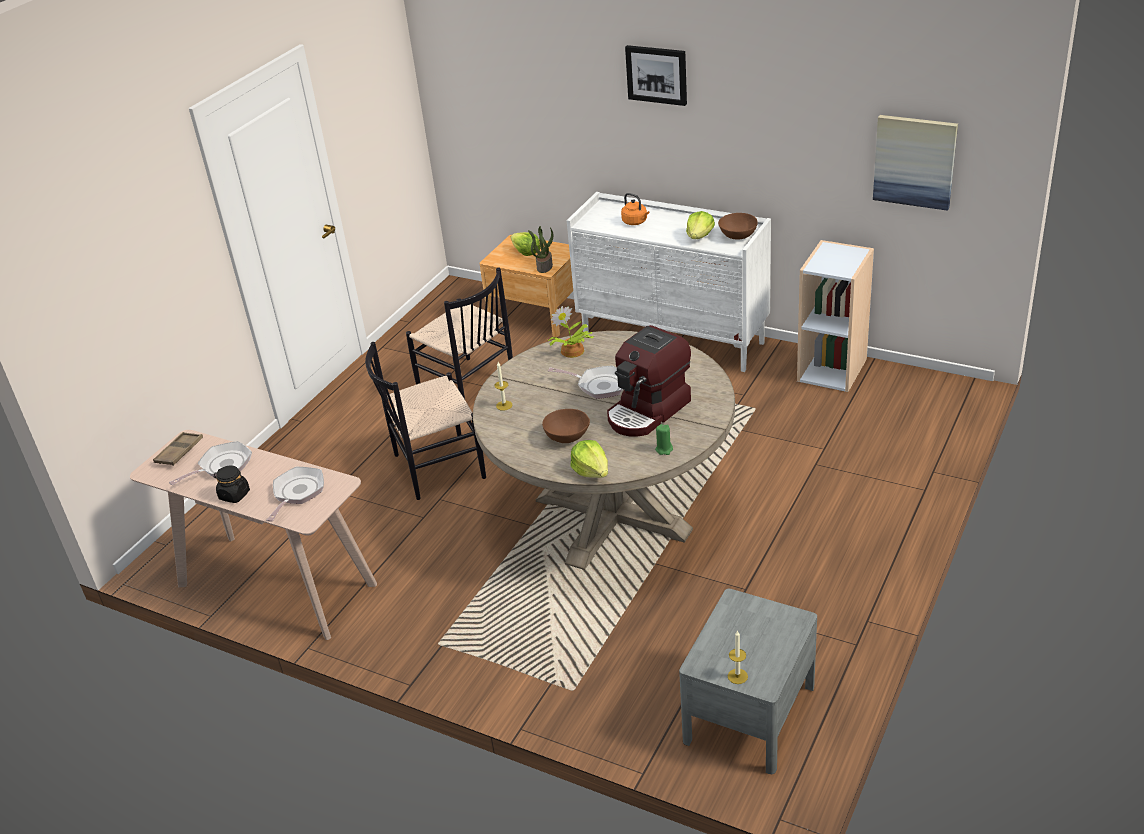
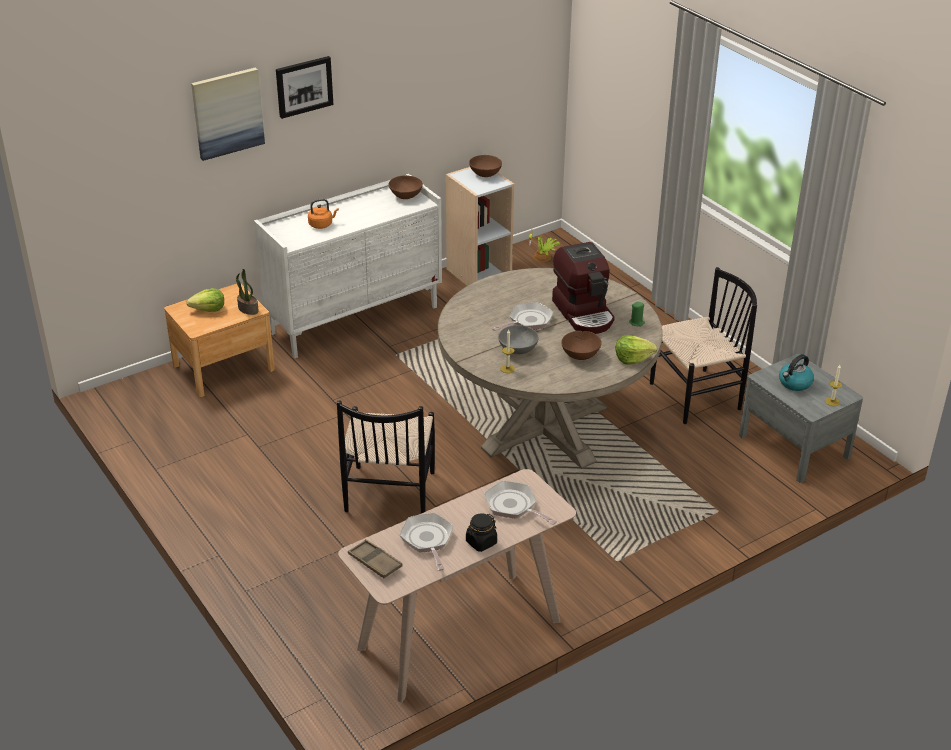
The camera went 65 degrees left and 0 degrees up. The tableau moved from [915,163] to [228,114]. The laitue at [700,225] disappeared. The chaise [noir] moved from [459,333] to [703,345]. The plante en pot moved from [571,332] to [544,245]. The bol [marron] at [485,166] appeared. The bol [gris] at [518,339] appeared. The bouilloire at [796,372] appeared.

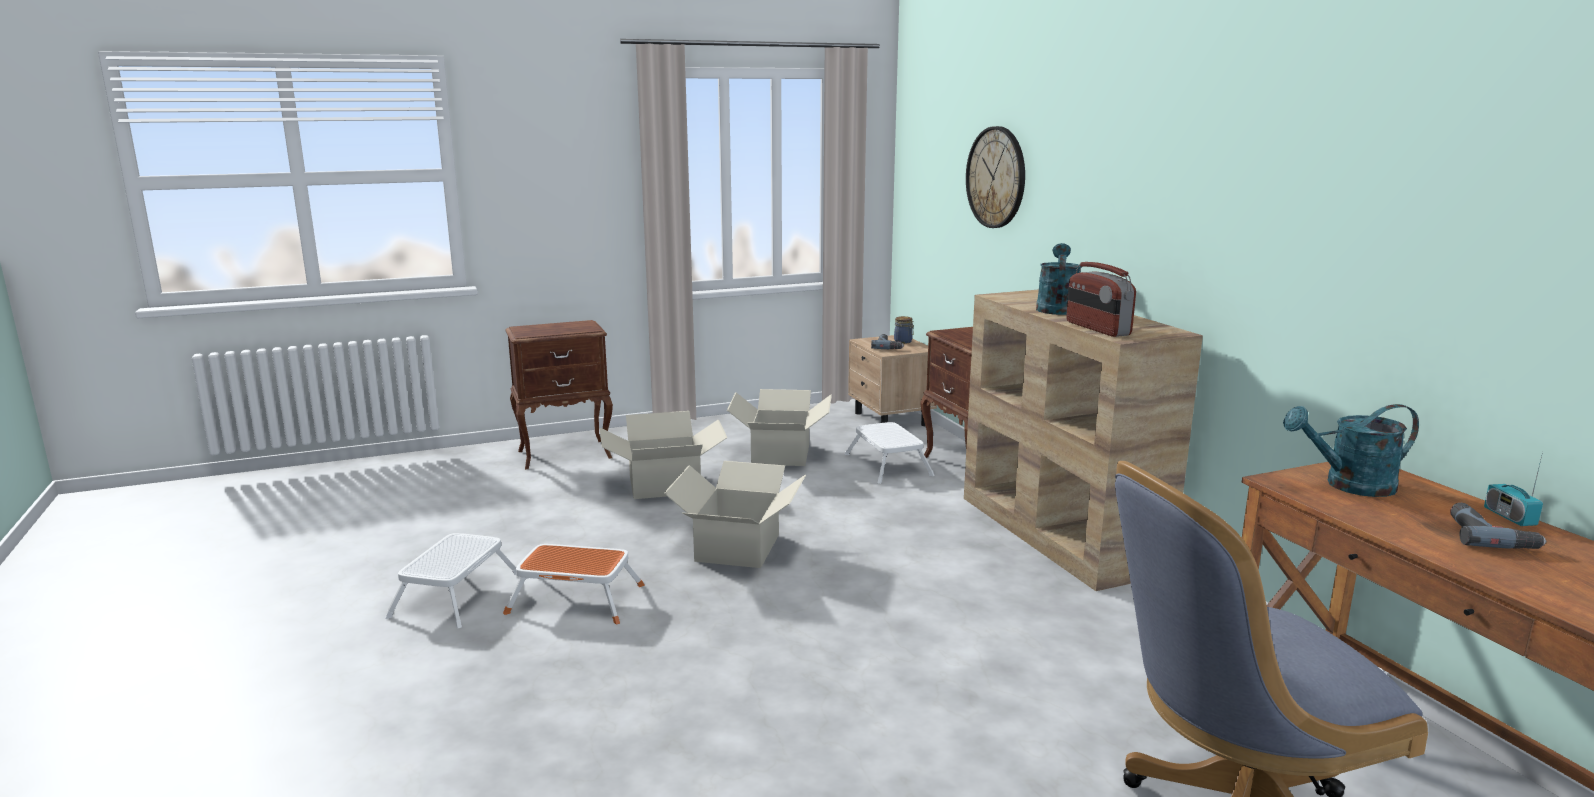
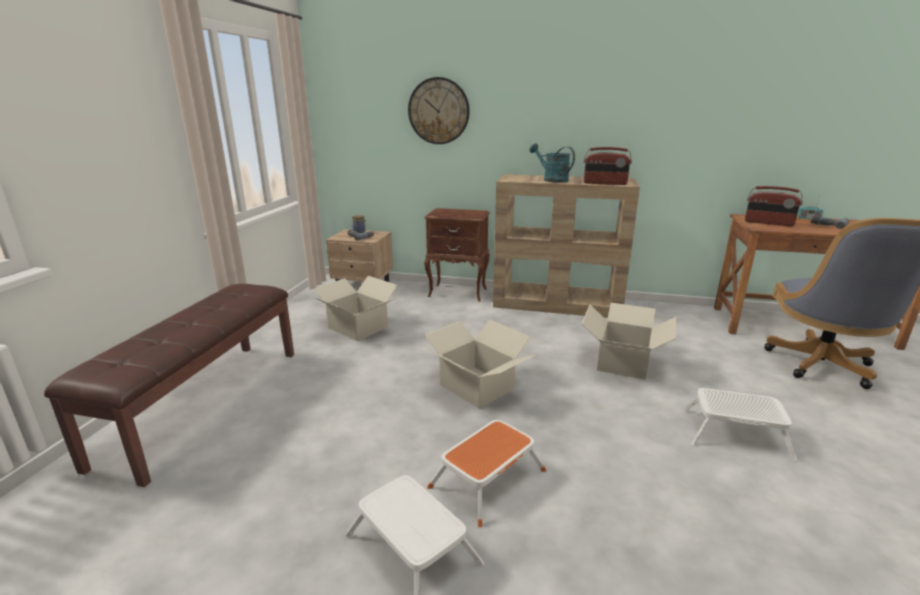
The camera went 55 degrees left and 5 degrees up. The table de chevet [marron] at [559,395] was replaced by the banc [marron] at [169,385]. The arrosoir [turquoise] at [1351,450] was replaced by the radio at [774,206]. The carton moved from [663,455] to [628,341]. The escabeau [blanc] moved from [889,453] to [740,425].

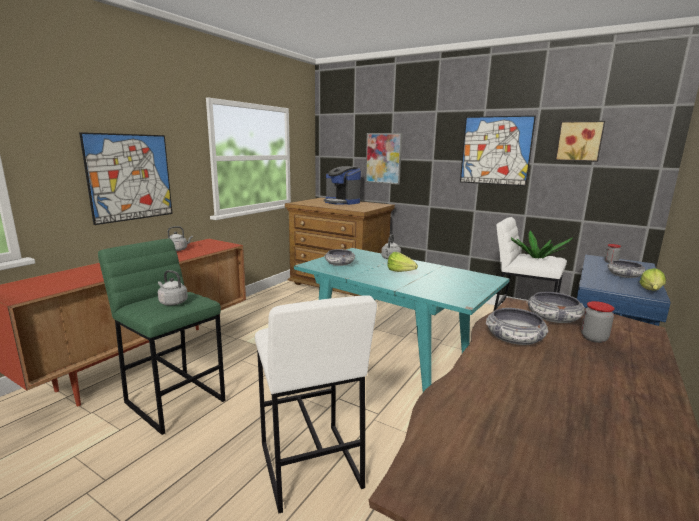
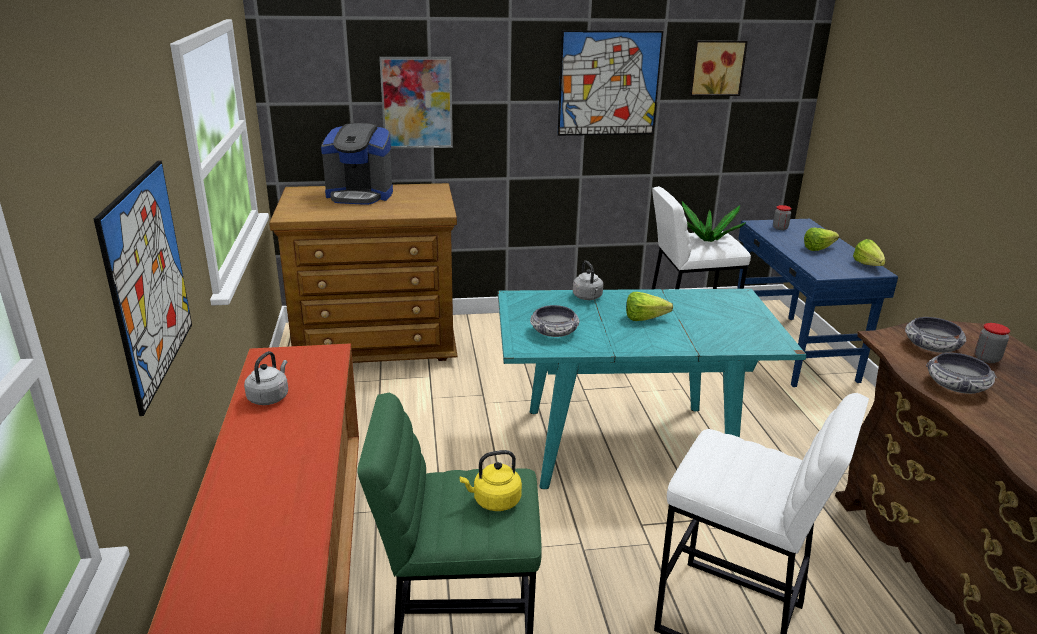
The camera went 40 degrees left and 10 degrees up. The bol at [626,269] was replaced by the laitue at [821,239]. The bouilloire [gris] at [173,288] became the bouilloire [jaune] at [490,480].

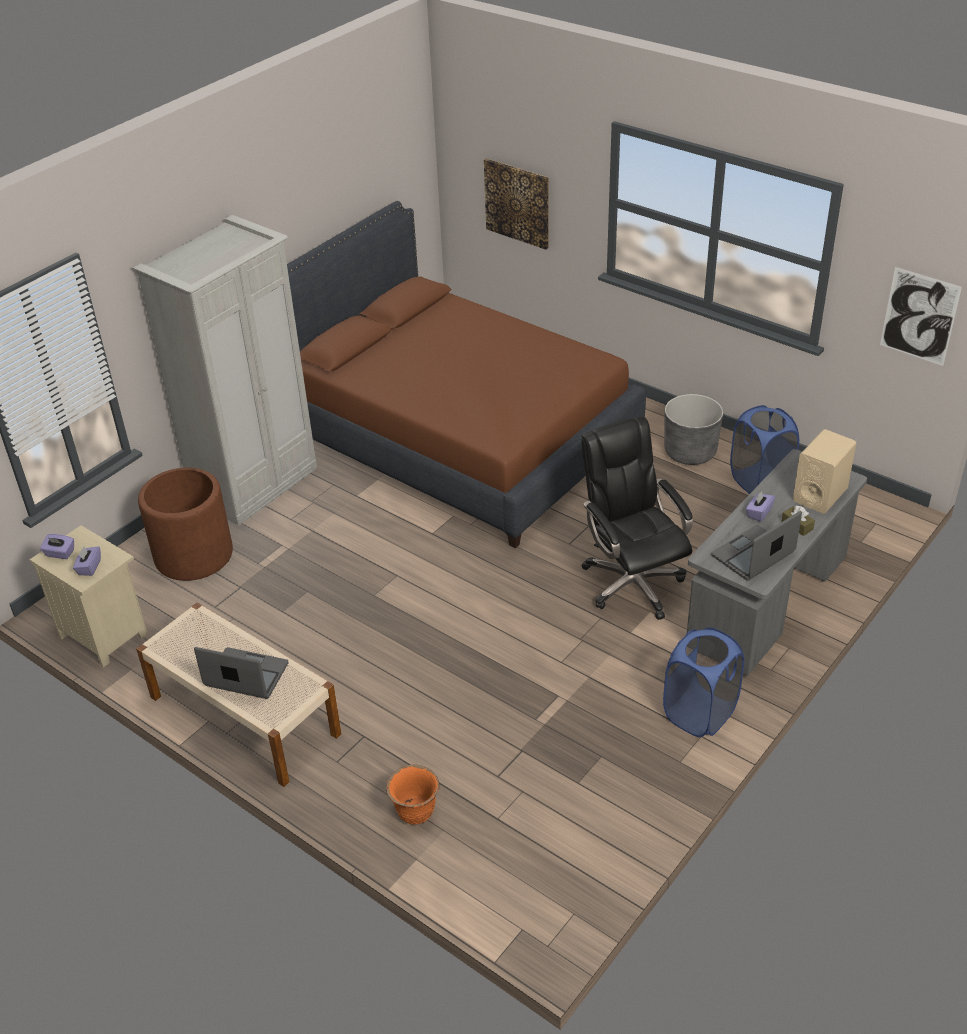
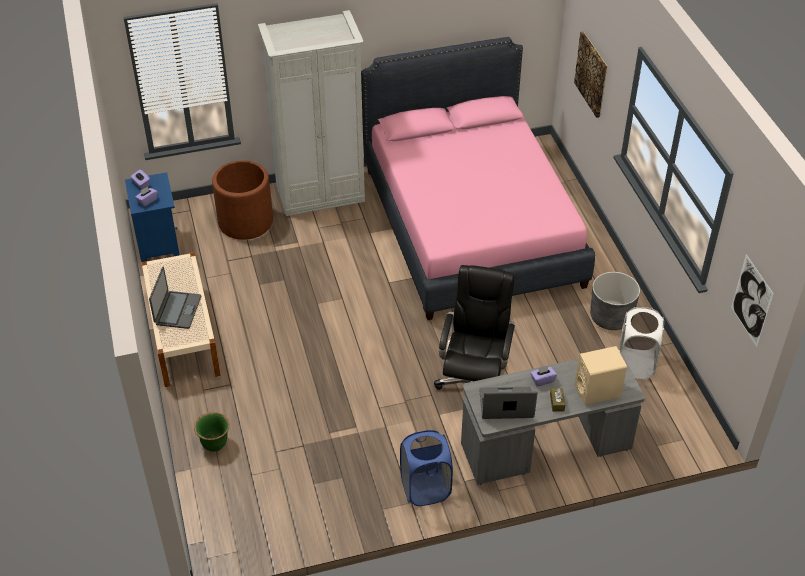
The camera went 35 degrees right and 5 degrees up. The lit [marron] at [466,374] became the lit [rose] at [478,178]. The panier à linge [bleu] at [764,449] became the panier à linge [blanc] at [641,343]. The table de chevet [beige] at [88,596] became the table de chevet [bleu] at [152,217]. The ordinateur portable at [241,673] turned 45 degrees clockwise. The cache-pot [orange] at [413,794] became the cache-pot [vert] at [211,432].

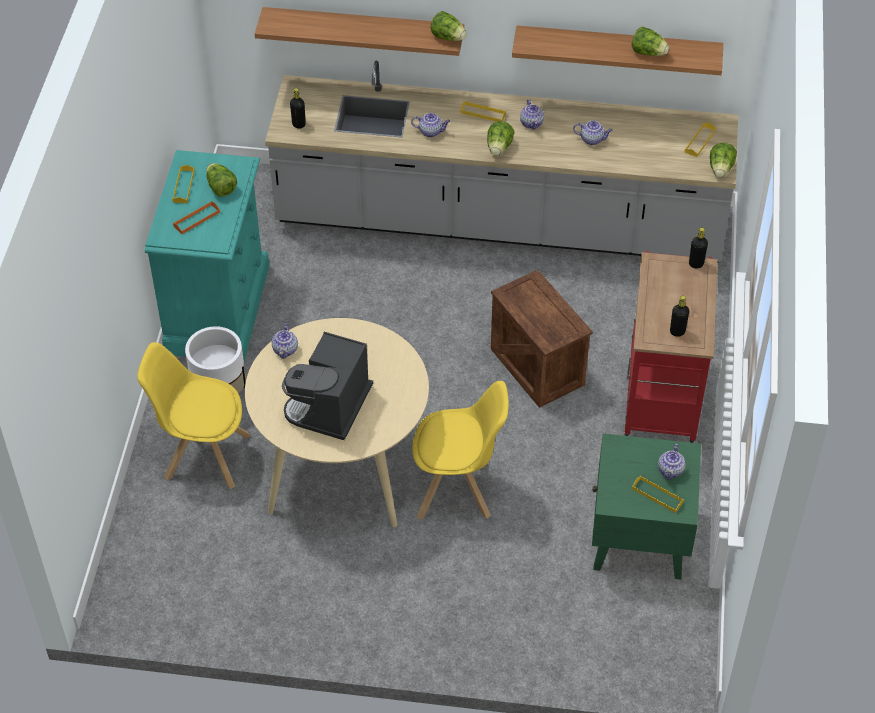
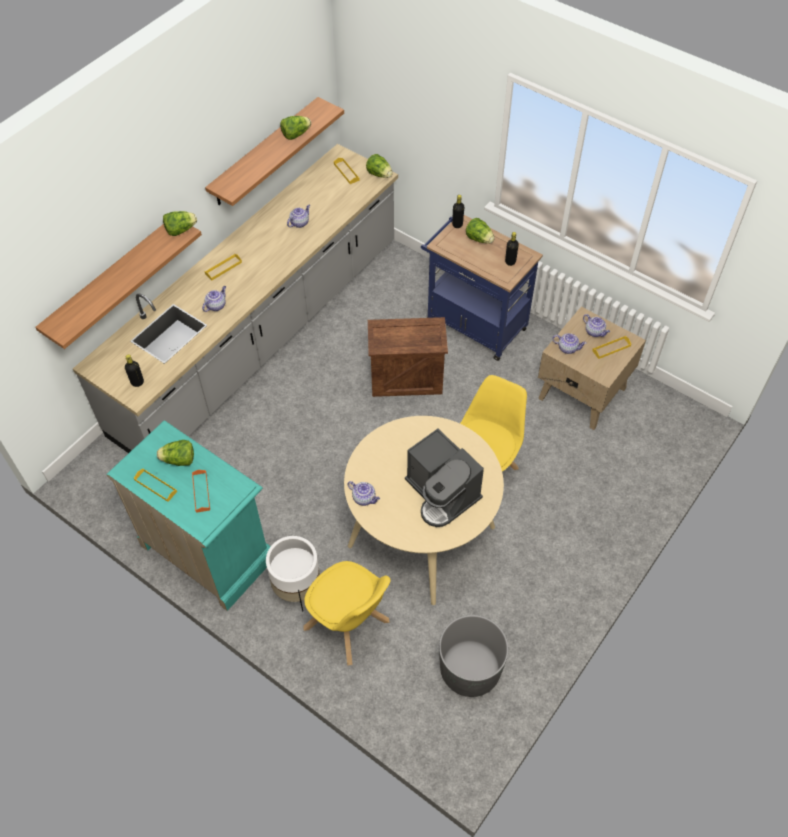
The camera went 60 degrees left and 5 degrees up. The théière moved from [532,114] to [569,343]. The laitue moved from [501,138] to [480,231]. The chariot [rouge] at [671,347] became the chariot [bleu] at [482,288]. The chaise [jaune] at [194,415] turned 90 degrees counterclockwise. The table de chevet [vert] at [646,507] became the table de chevet [beige] at [592,368]. The cache-pot [gris] at [473,656] appeared.

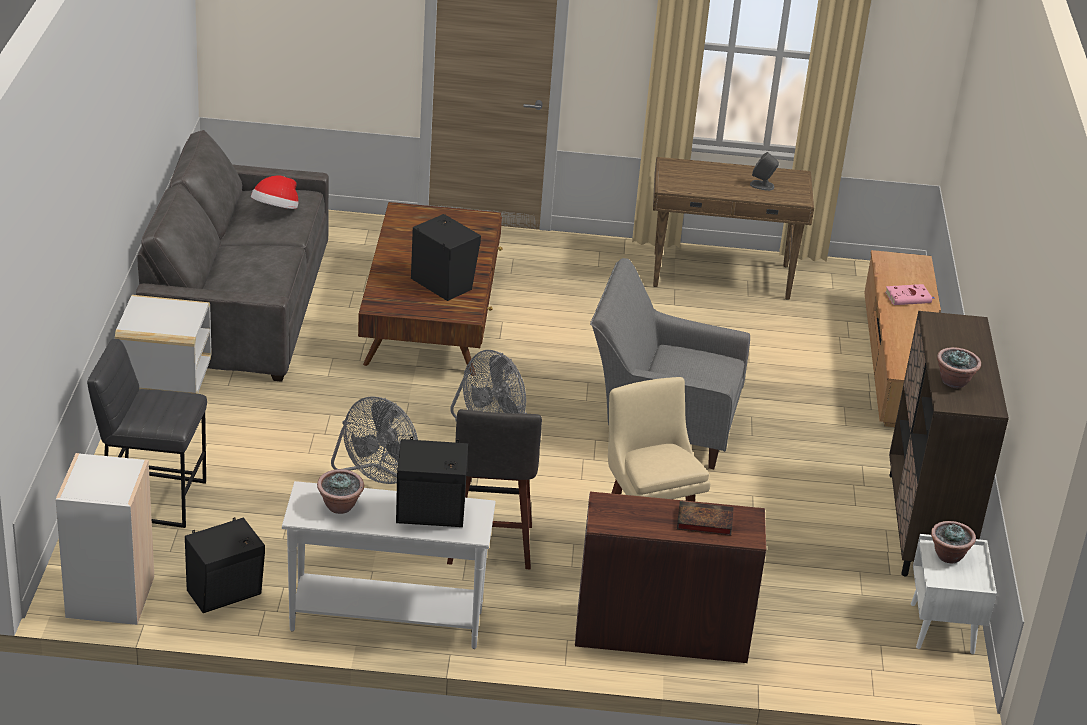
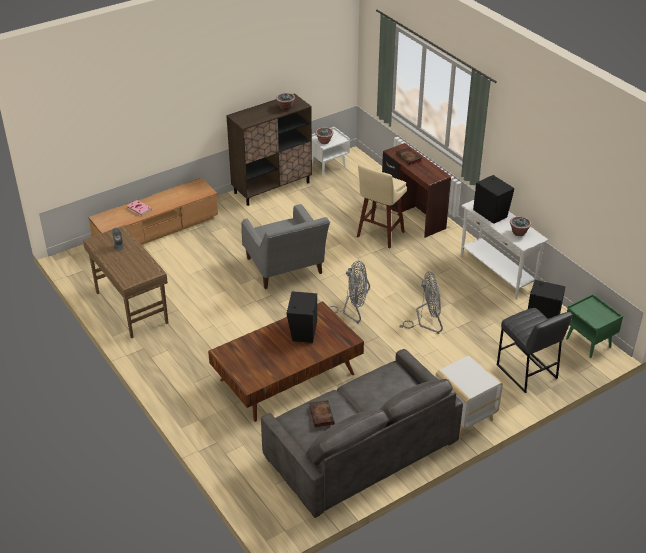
The camera went 125 degrees left and 5 degrees up. The chapeau at [275,192] was replaced by the livre at [322,413]. The tabouret [gris] at [494,489] disappeared. The bibliothèque at [105,539] was replaced by the table de chevet [vert] at [594,326].

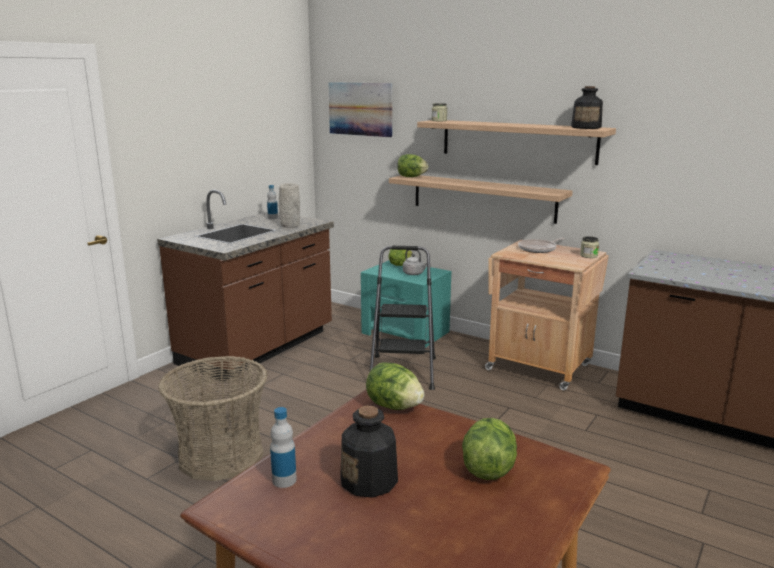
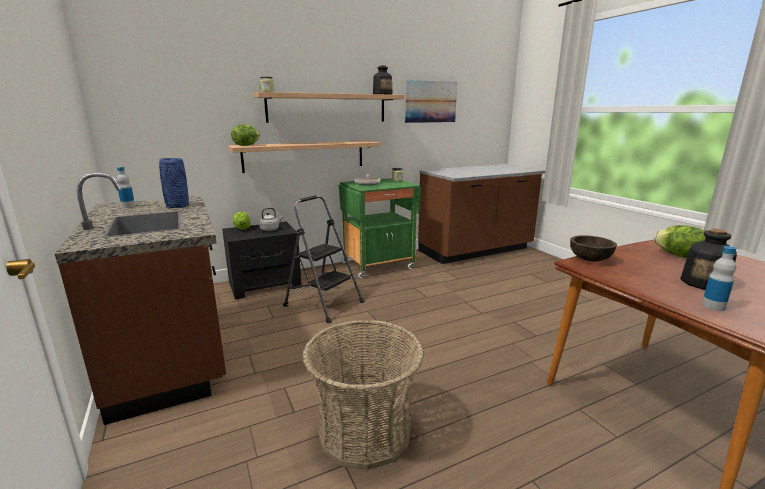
The camera went 60 degrees left and 0 degrees up. The tableau moved from [360,109] to [431,101]. The vase [gris] at [289,205] became the vase [bleu] at [174,183]. The chariot [marron] at [547,315] became the chariot [vert] at [380,228]. The table de chevet [turquoise] at [406,303] became the table de chevet [noir] at [262,260]. The laitue at [395,386] was replaced by the bol [marron] at [593,248].

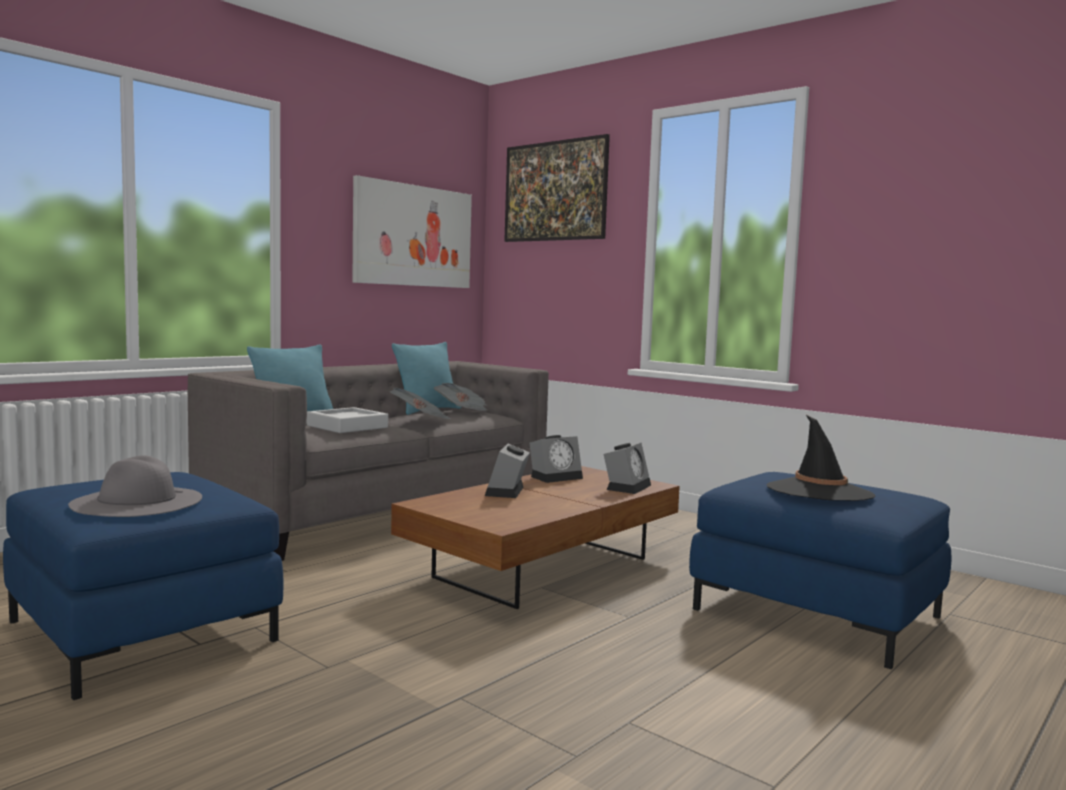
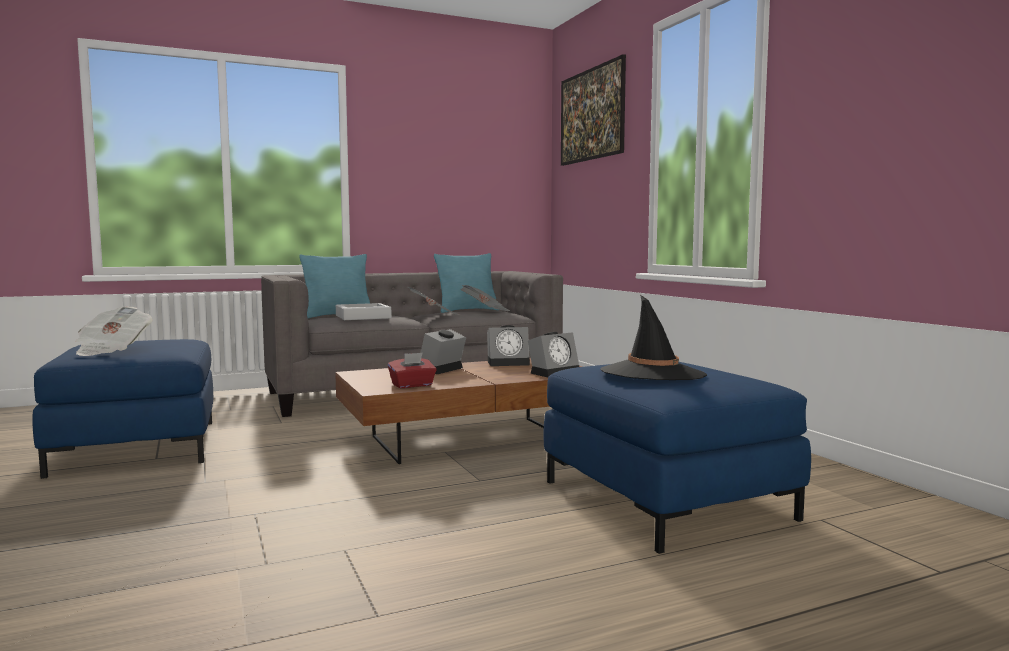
The camera went 25 degrees right and 0 degrees up. The tableau at [412,231] disappeared. The chapeau [gris] at [135,486] was replaced by the journal at [114,331]. The boîte à mouchoirs [rouge] at [412,370] appeared.

